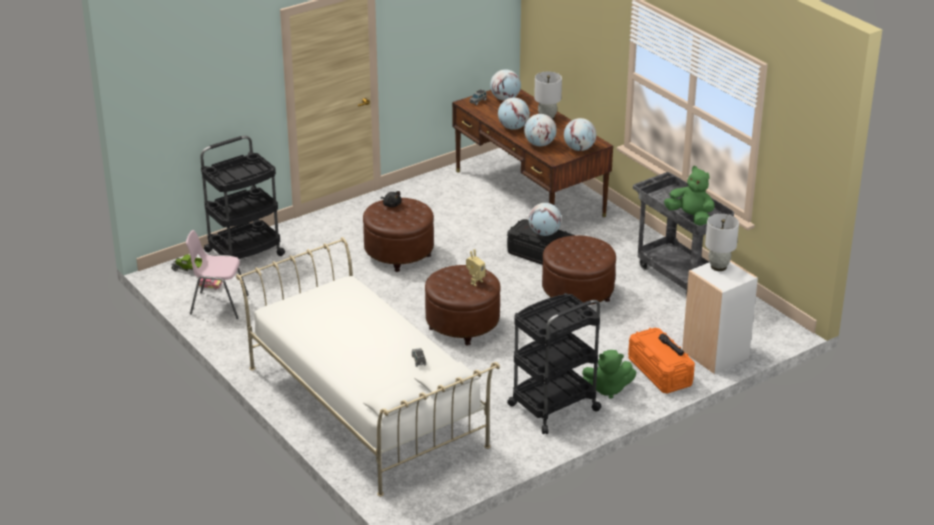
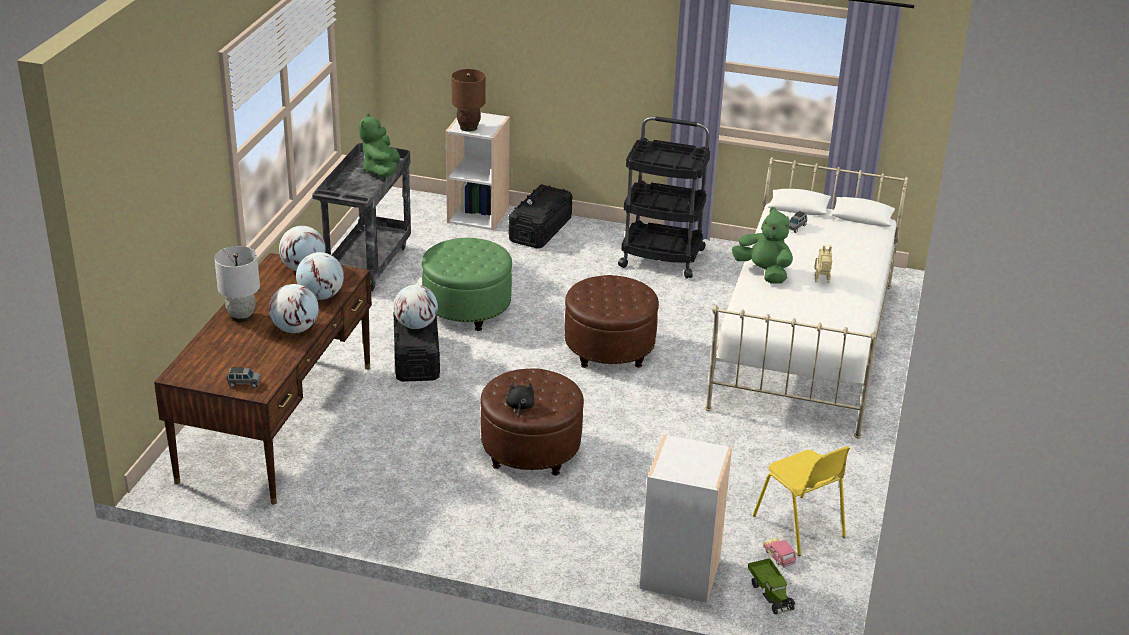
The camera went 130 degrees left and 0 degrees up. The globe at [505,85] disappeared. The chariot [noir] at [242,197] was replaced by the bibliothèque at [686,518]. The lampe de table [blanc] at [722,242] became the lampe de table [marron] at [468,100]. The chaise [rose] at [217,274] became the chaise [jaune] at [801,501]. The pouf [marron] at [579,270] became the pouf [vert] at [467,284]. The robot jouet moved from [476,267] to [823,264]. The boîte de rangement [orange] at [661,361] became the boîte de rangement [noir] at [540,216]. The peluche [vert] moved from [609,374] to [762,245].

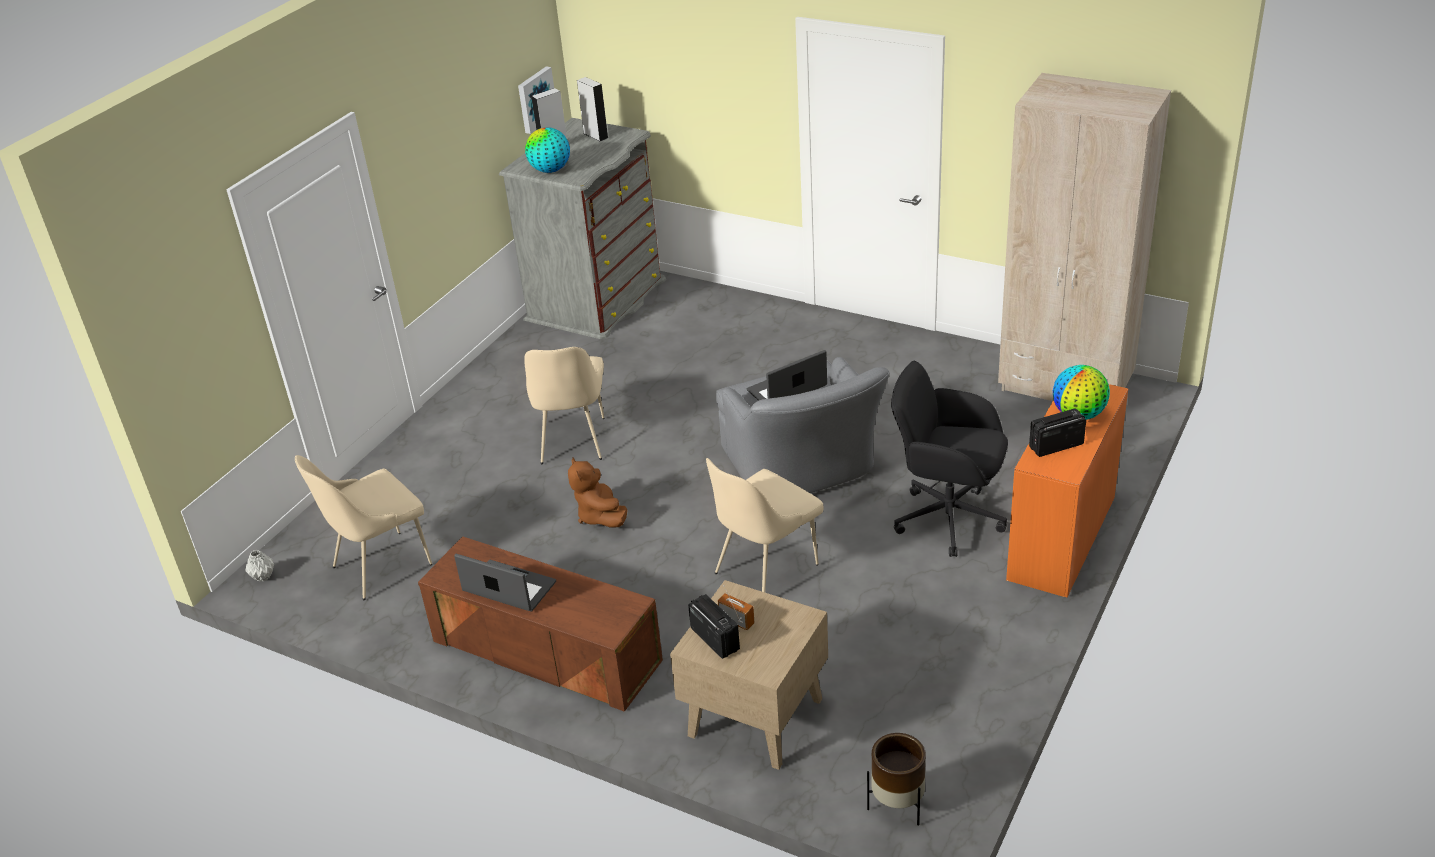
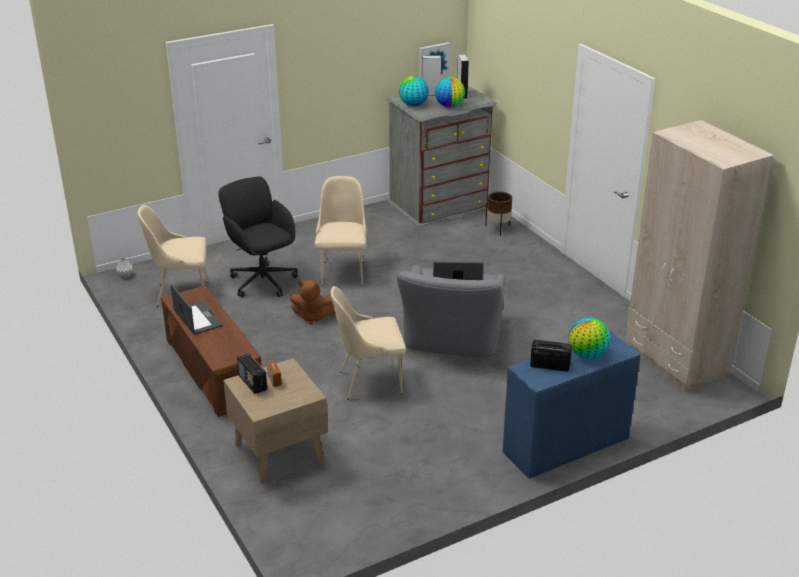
The camera went 30 degrees right and 5 degrees down. The chaise [beige] at [564,405] turned 150 degrees clockwise. The chaise de bureau [noir] moved from [949,459] to [258,237]. The bureau [orange] at [1067,490] became the bureau [bleu] at [571,405]. The peluche [marron] at [598,493] turned 90 degrees counterclockwise. The radio at [714,626] turned 150 degrees clockwise. The cache-pot [marron] moved from [896,779] to [498,213]. The globe at [450,92] appeared.

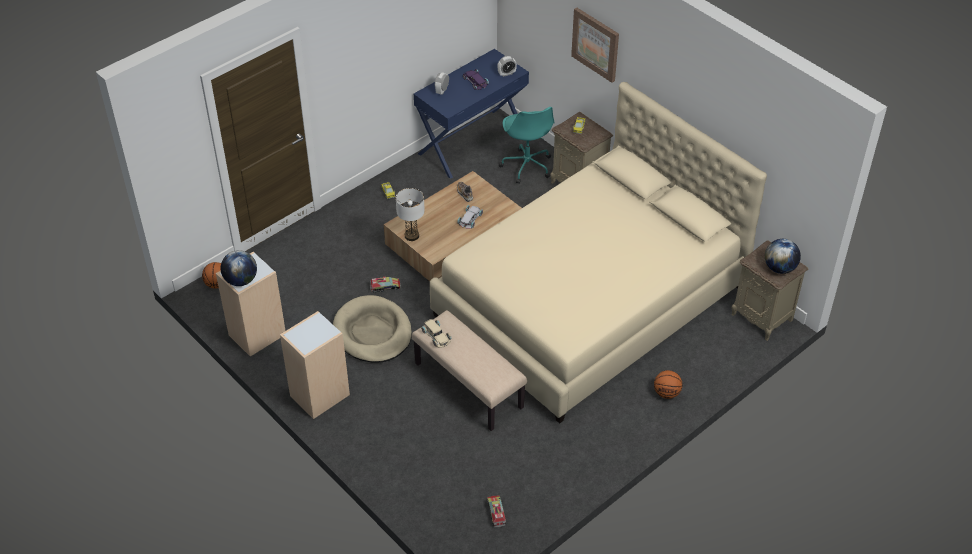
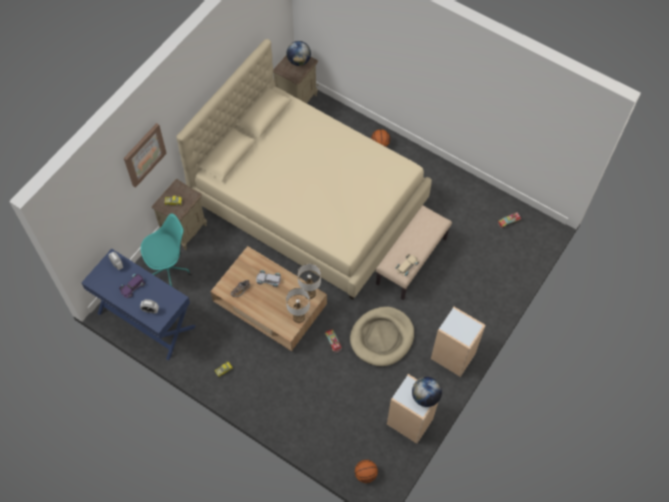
The camera went 105 degrees left and 15 degrees up. The lampe de table at [309,281] appeared.

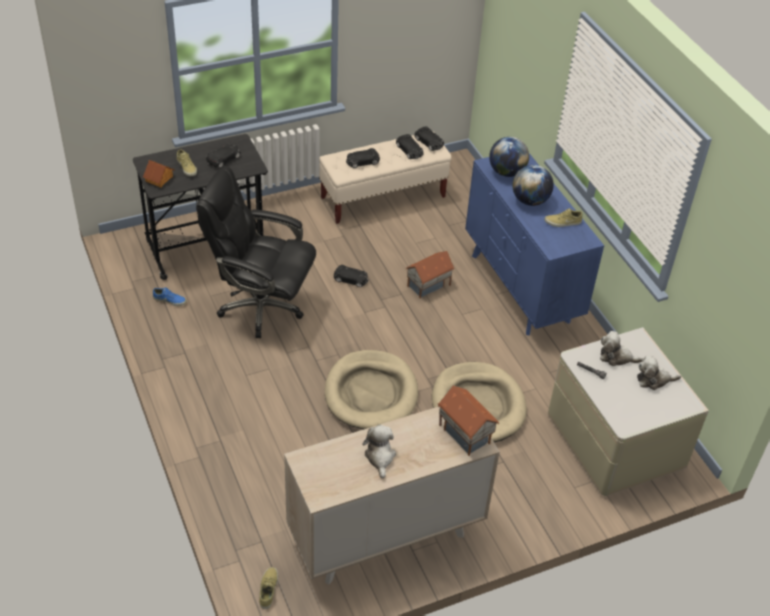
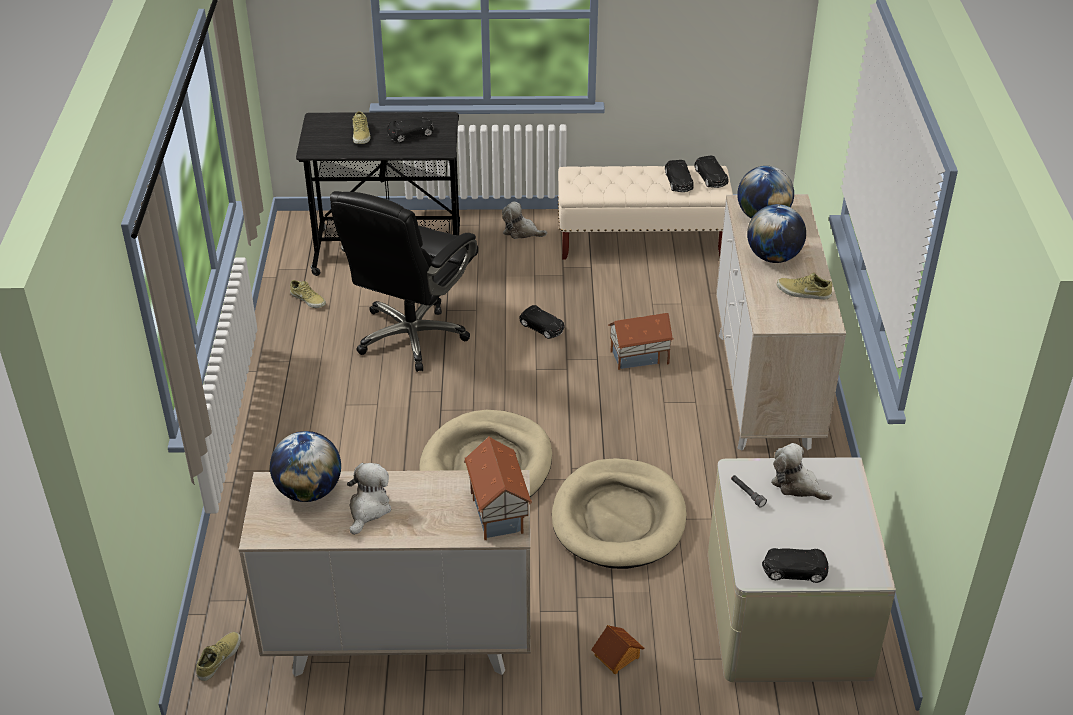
The camera went 25 degrees right and 5 degrees down. The petite voiture [noir] moved from [363,158] to [795,565]. The commode [bleu] at [534,244] became the commode [blanc] at [781,322]. The maison miniature moved from [159,174] to [617,650]. The chaise de bureau [noir] at [256,252] turned 105 degrees counterclockwise. The chaussure [bleu] at [170,296] became the chaussure [beige] at [308,294]. The peluche moved from [659,372] to [524,220]. The globe at [305,466] appeared.

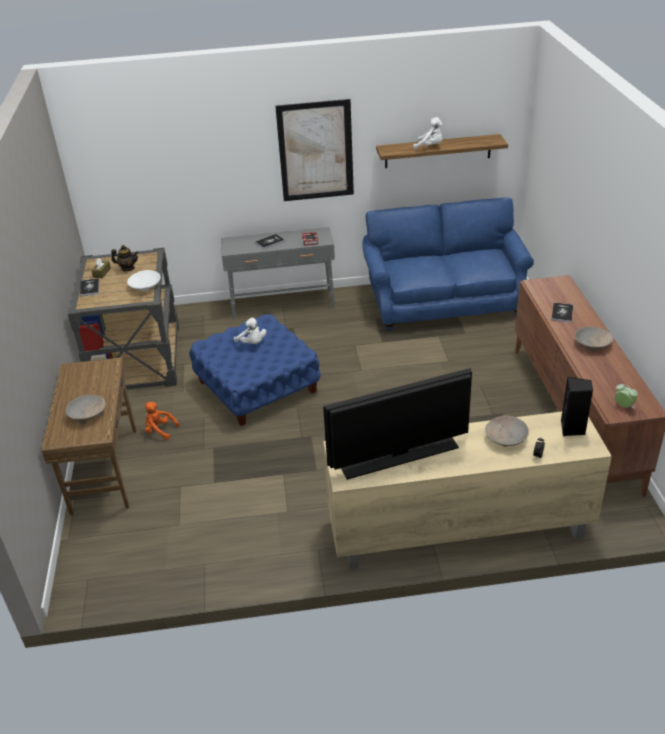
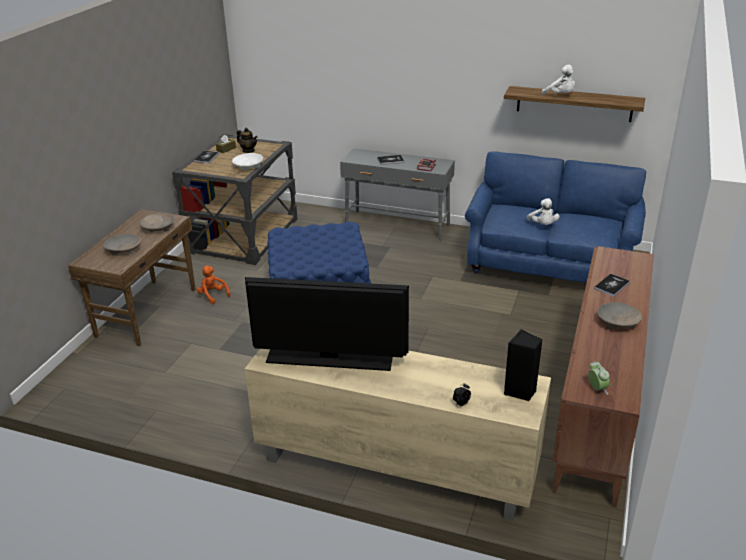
The camera went 25 degrees right and 5 degrees down. The tableau at [314,150] disappeared. The peluche [blanc] moved from [250,331] to [543,211]. The bol [beige] moved from [507,431] to [157,222].

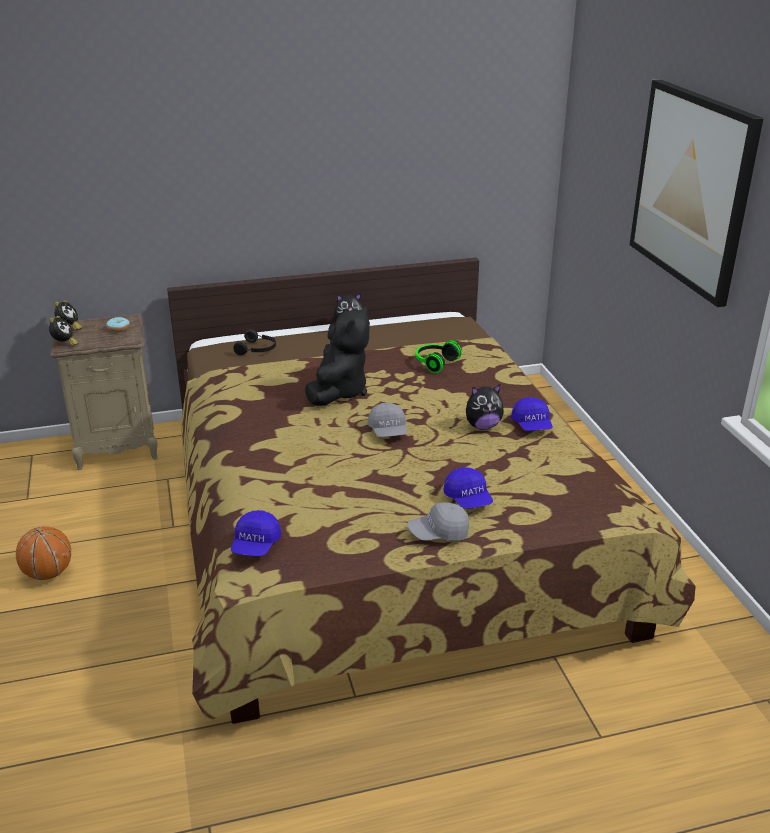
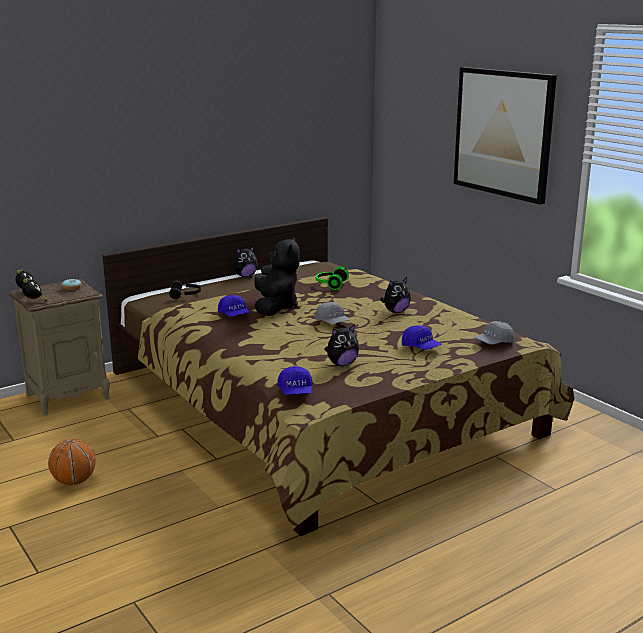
The camera went 20 degrees left and 10 degrees down. The casquette [bleu] moved from [532,414] to [234,305]. The casquette [gris] moved from [438,521] to [494,333]. The peluche at [341,345] appeared.

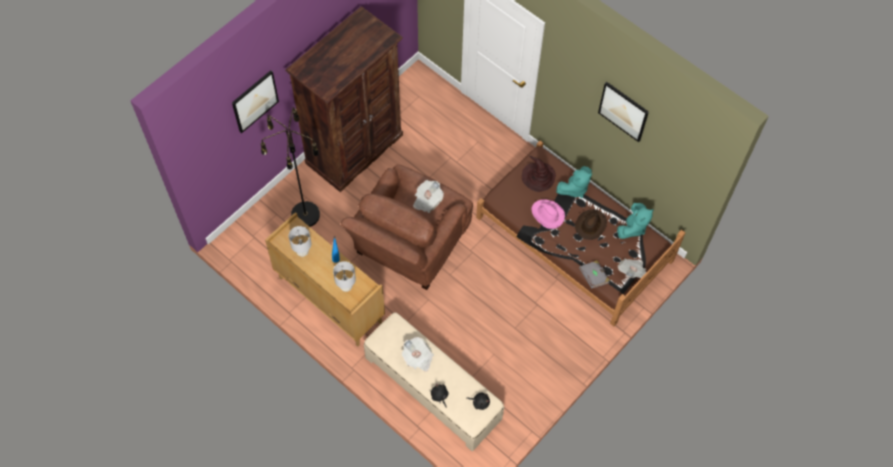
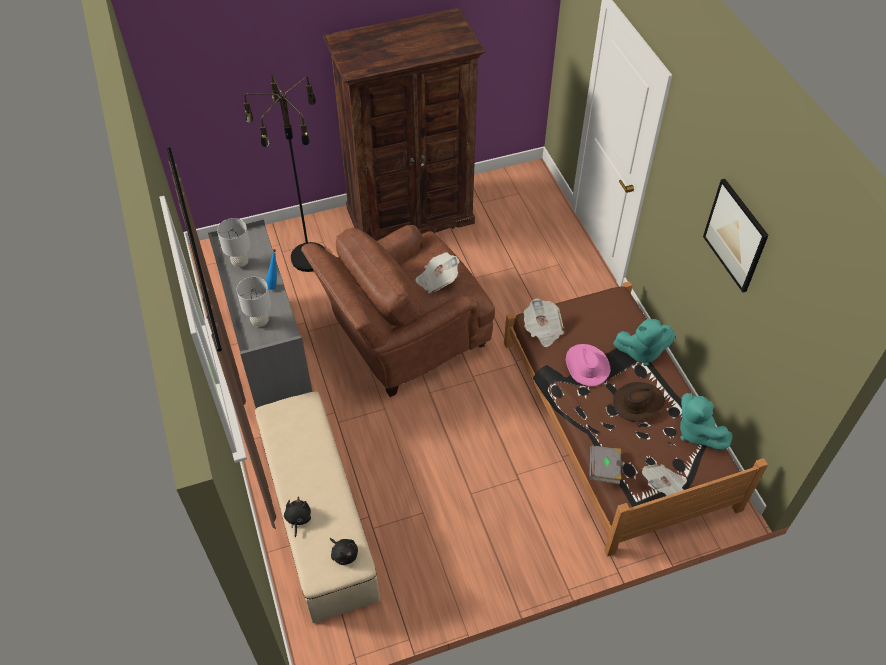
The camera went 30 degrees right and 10 degrees down. The tableau at [255,101] disappeared. The chapeau [marron] at [539,174] disappeared. The peluche [turquoise] at [635,221] turned 90 degrees clockwise. The commode [marron] at [325,279] became the commode [gris] at [260,313]. The journal moved from [418,354] to [544,322].

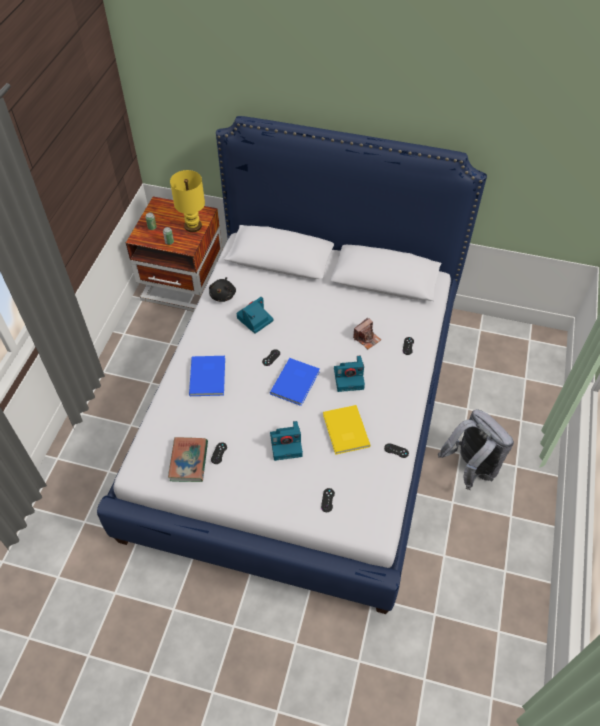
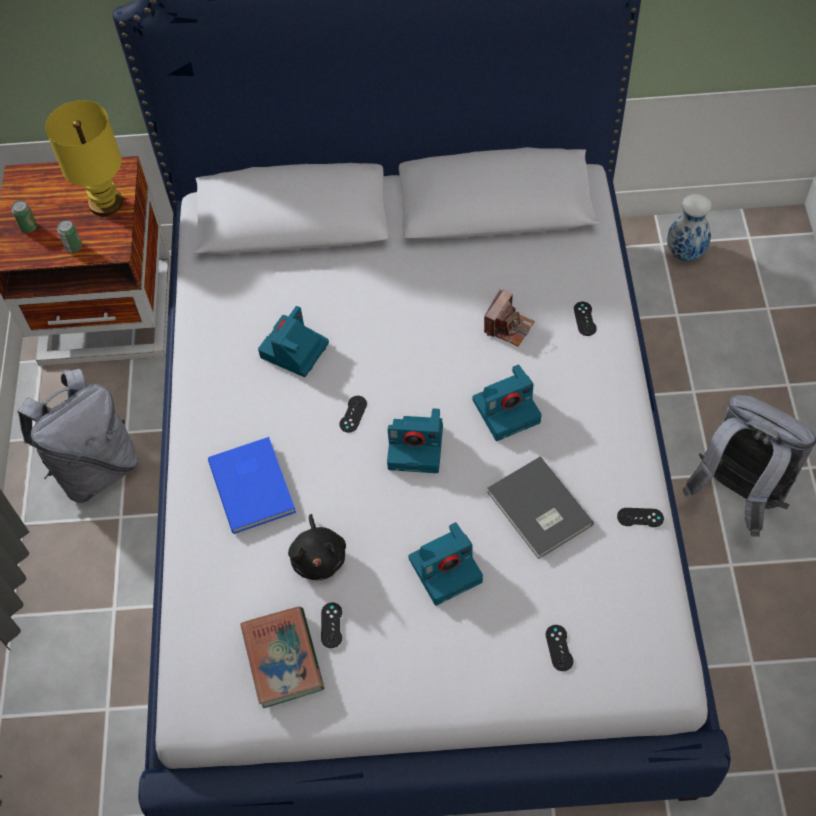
The camera went 15 degrees left and 5 degrees up. The peluche [noir] moved from [222,289] to [317,547]. The livre [bleu] at [295,382] was replaced by the appareil photo at [415,441]. The livre [jaune] at [347,430] became the livre [gris] at [540,507]. The vase at [689,227] appeared. The sac à dos [gris] at [78,436] appeared.

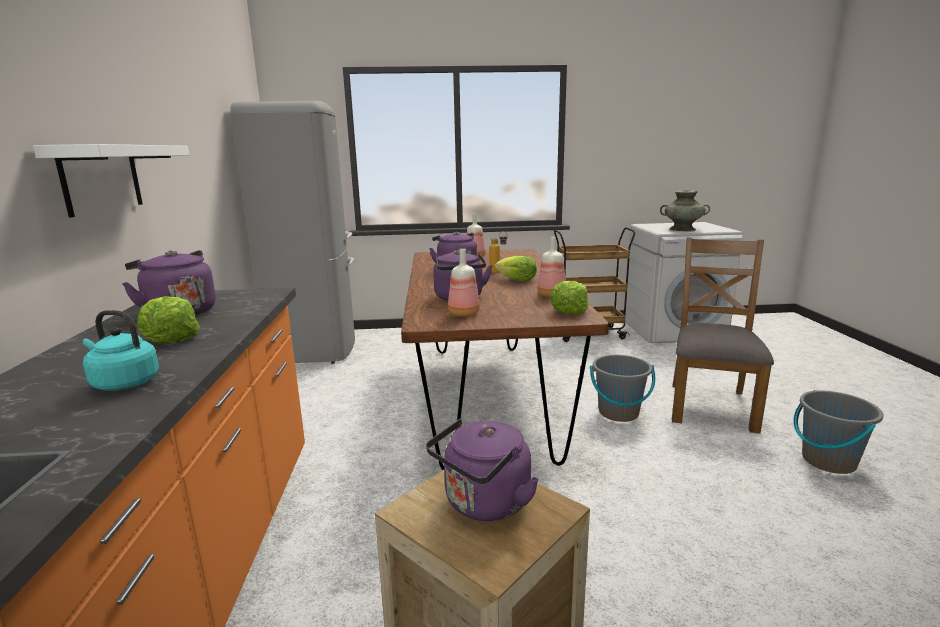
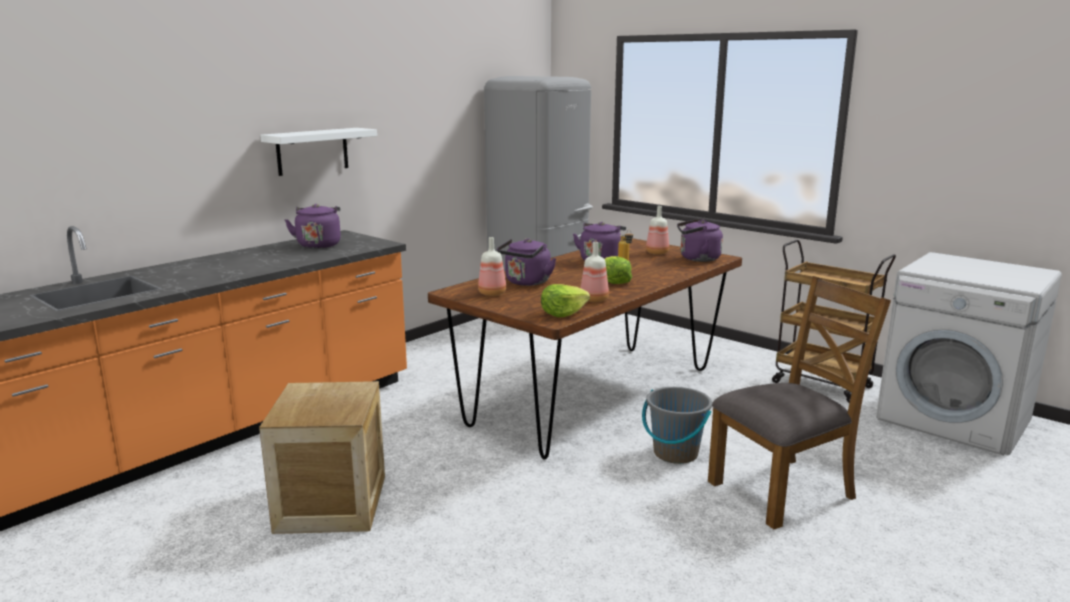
The camera went 45 degrees right and 0 degrees up. The vase [turquoise] at [685,210] disappeared. The laitue at [169,320] disappeared. The bouilloire [turquoise] at [121,350] disappeared. The seau [gris] at [838,432] disappeared. The bouilloire [violet] moved from [482,470] to [700,240].

